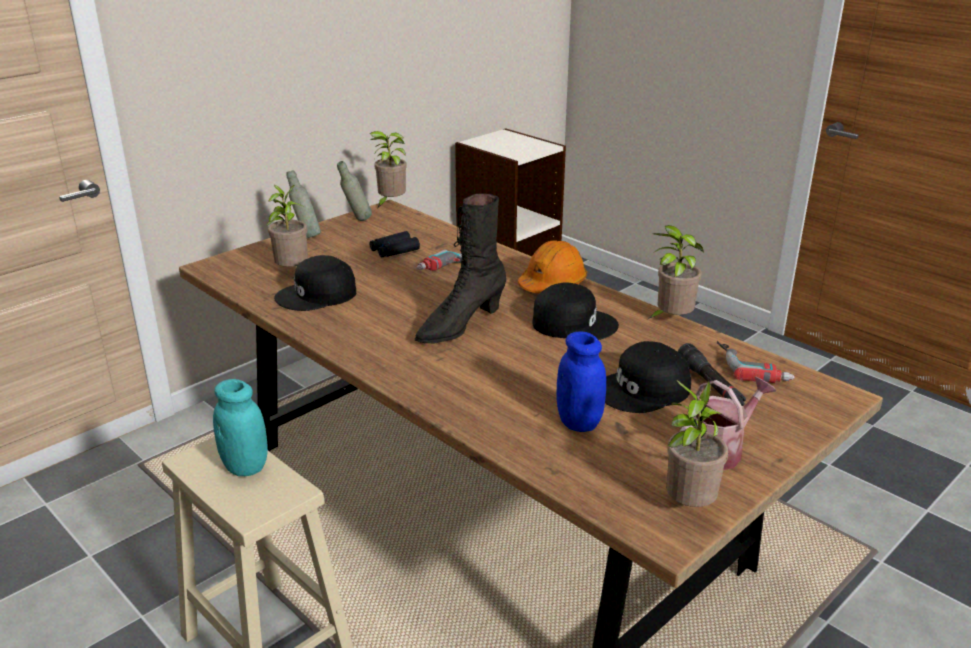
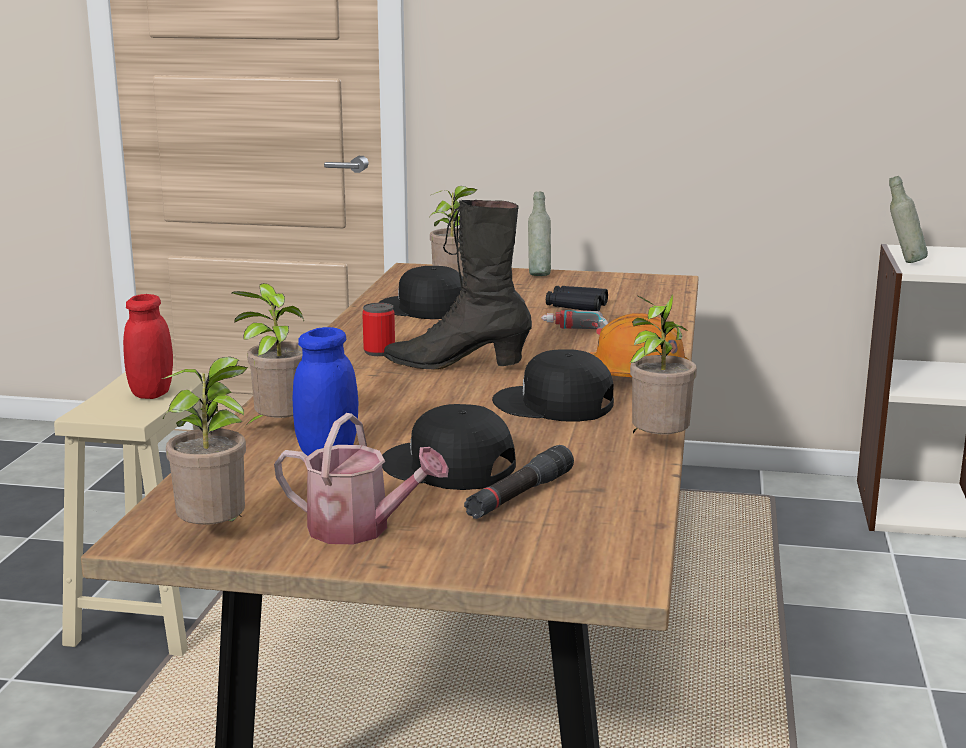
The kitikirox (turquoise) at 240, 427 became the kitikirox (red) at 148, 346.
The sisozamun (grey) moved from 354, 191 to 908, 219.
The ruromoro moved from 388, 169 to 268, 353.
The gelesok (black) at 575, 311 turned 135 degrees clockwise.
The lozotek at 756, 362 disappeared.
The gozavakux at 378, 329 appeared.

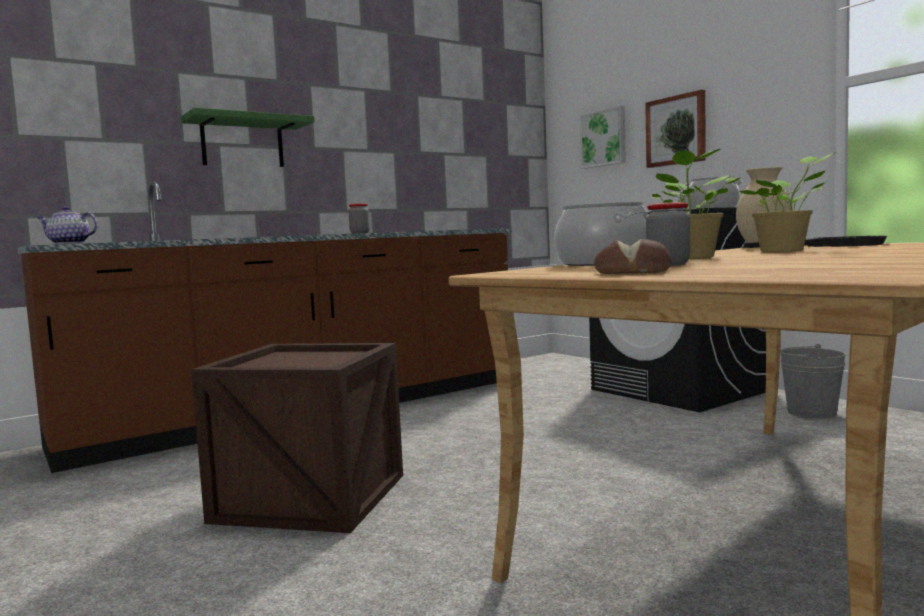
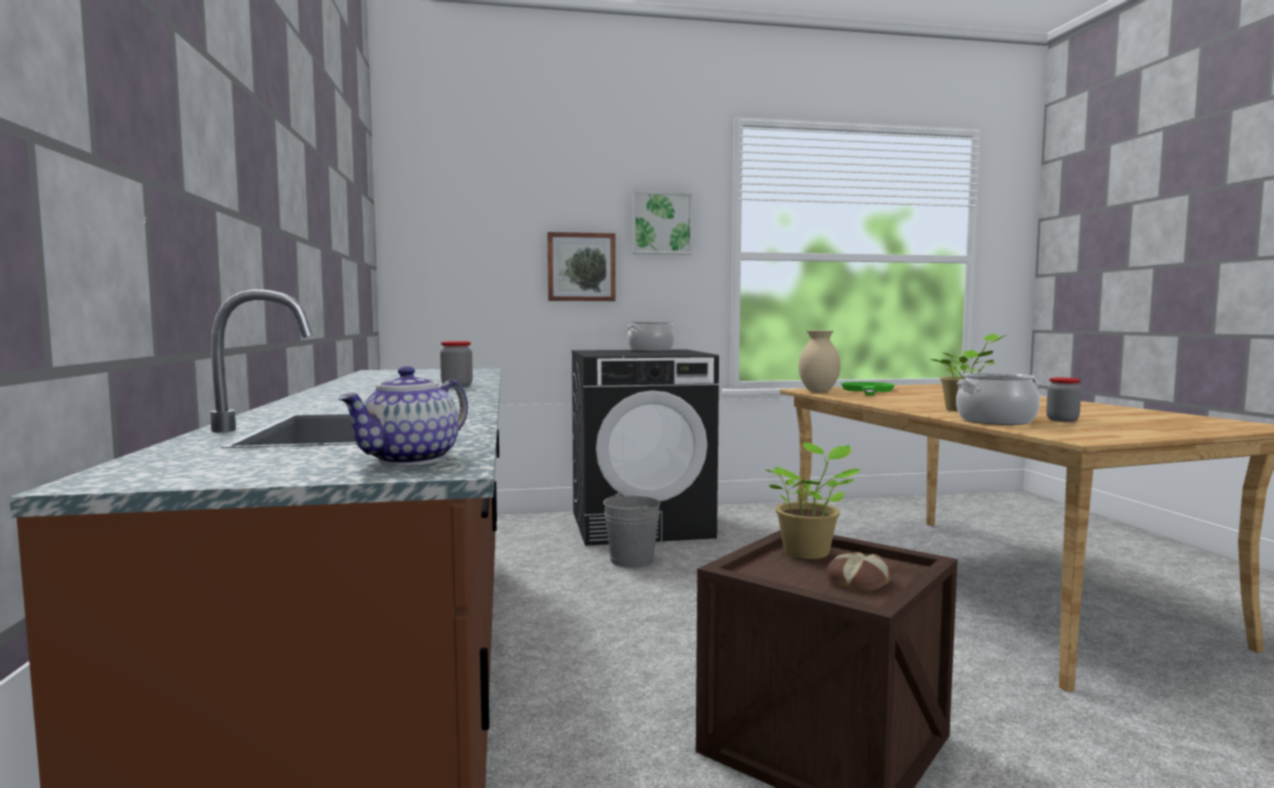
The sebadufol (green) at 248, 137 disappeared.
The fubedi moved from 603, 137 to 662, 223.
The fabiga moved from 632, 256 to 859, 572.
The ruromoro moved from 788, 202 to 813, 500.
The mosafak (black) at 815, 242 became the mosafak (green) at 868, 389.
The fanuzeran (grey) moved from 813, 381 to 631, 530.

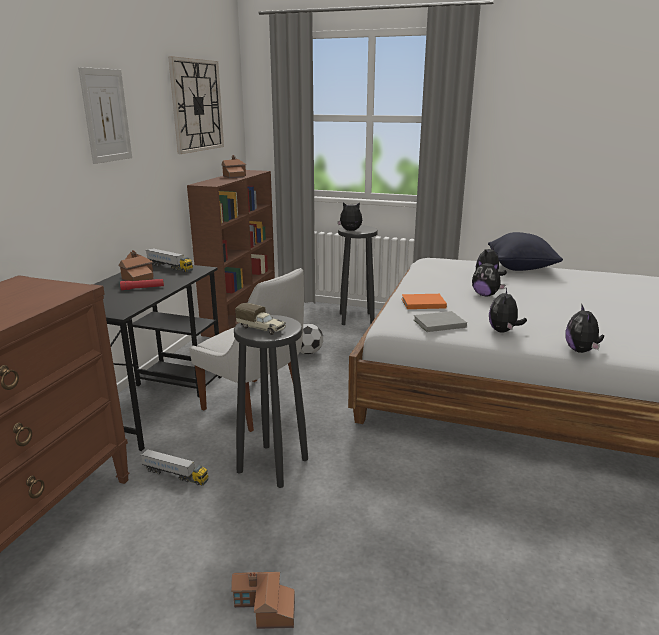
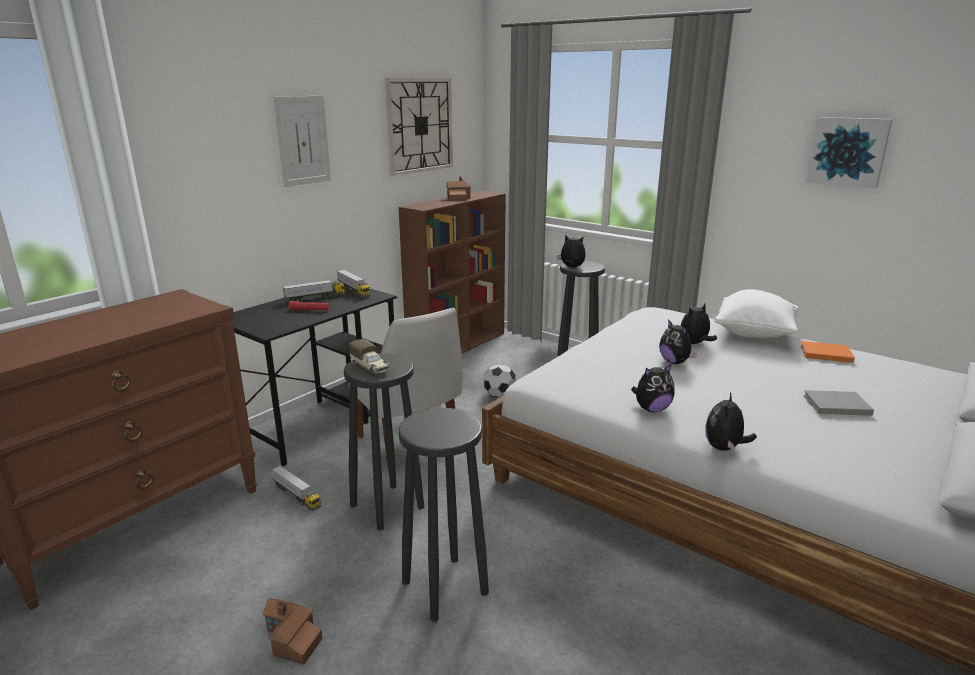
The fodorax at 136, 265 was replaced by the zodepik at 314, 291.
The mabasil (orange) moved from 424, 301 to 827, 352.
The mabasil (grey) moved from 440, 321 to 838, 403.
The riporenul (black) at 525, 251 became the riporenul (white) at 757, 313.
The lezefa at 508, 310 turned 150 degrees counterclockwise.
The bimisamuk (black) at 443, 515 appeared.
The fubedi at 849, 152 appeared.

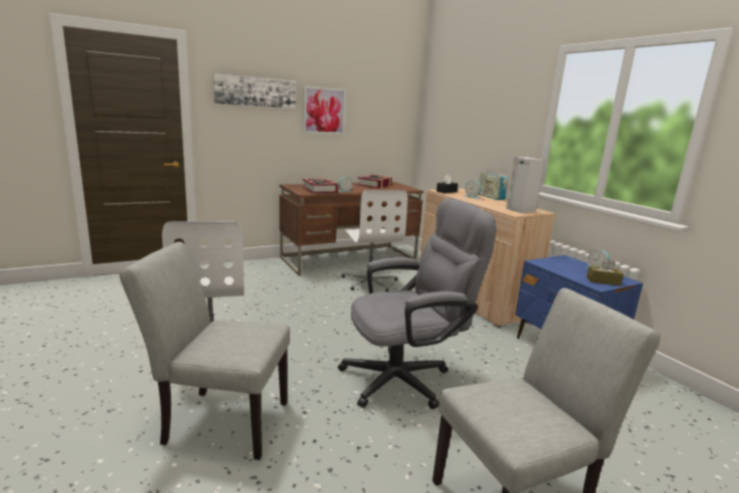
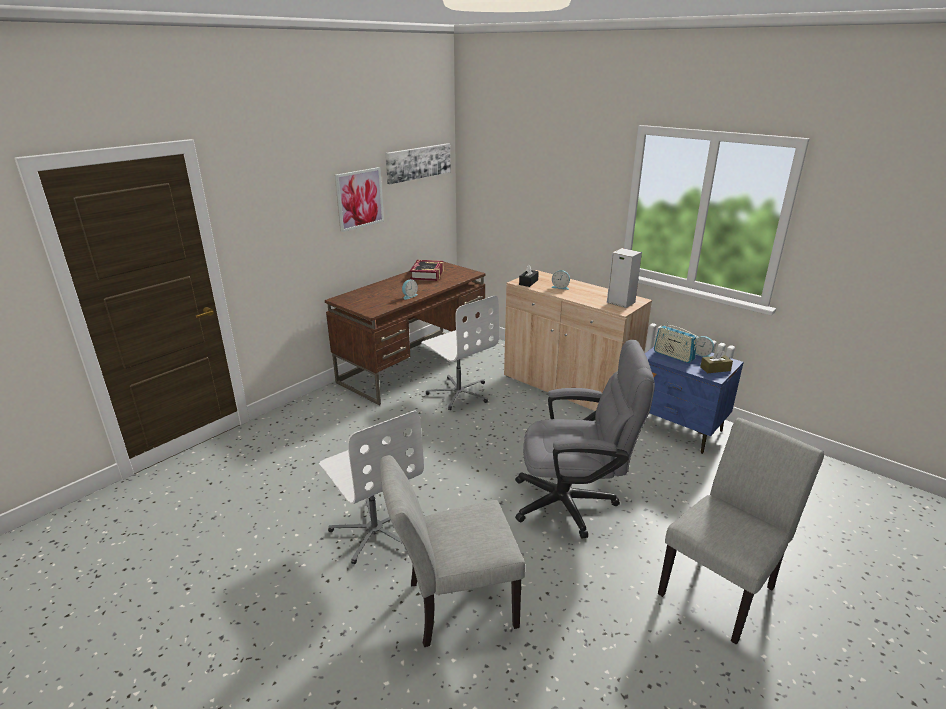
The fubedi moved from 254, 91 to 418, 163.
The mabasil at 320, 186 disappeared.
The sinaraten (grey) at 417, 303 turned 45 degrees clockwise.
The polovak moved from 493, 185 to 675, 342.

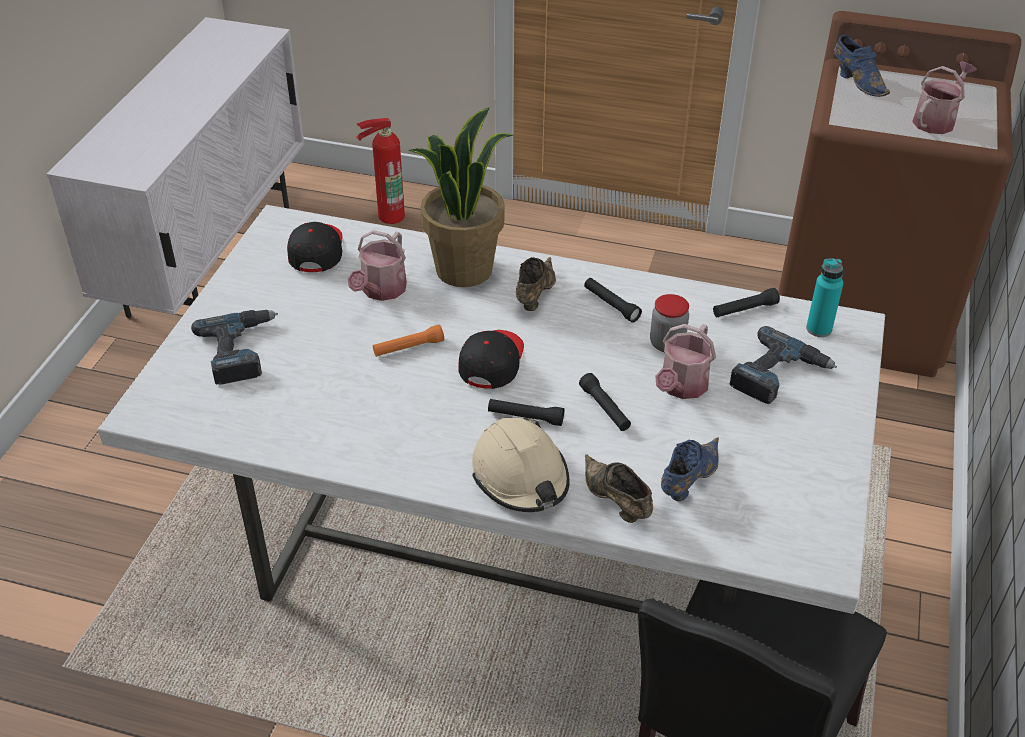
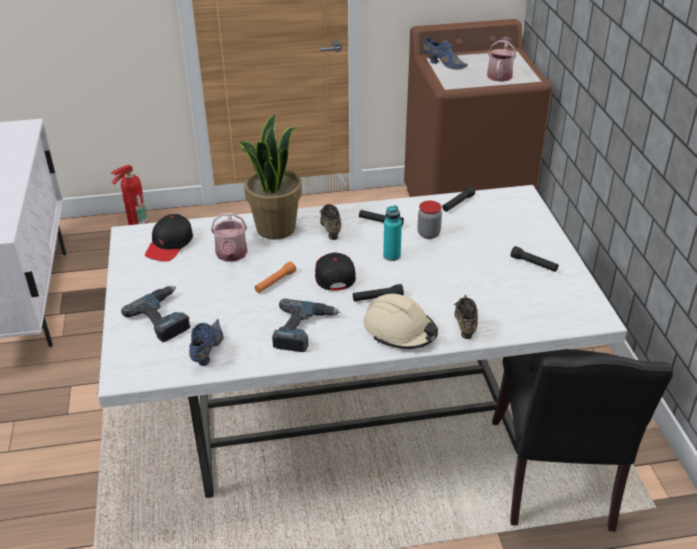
The gelesok (black) at 314, 247 turned 135 degrees counterclockwise.
The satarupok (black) moved from 605, 402 to 535, 259.
The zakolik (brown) at 619, 488 turned 60 degrees clockwise.
The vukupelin at 685, 361 disappeared.
The zakolik (blue) moved from 690, 469 to 206, 342.
The lozotek moved from 783, 365 to 306, 325.
The sisozamun (turquoise) moved from 824, 297 to 392, 233.

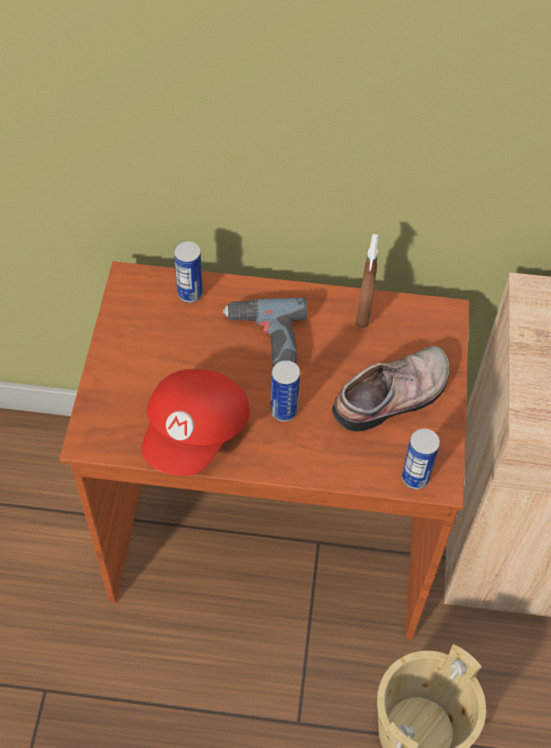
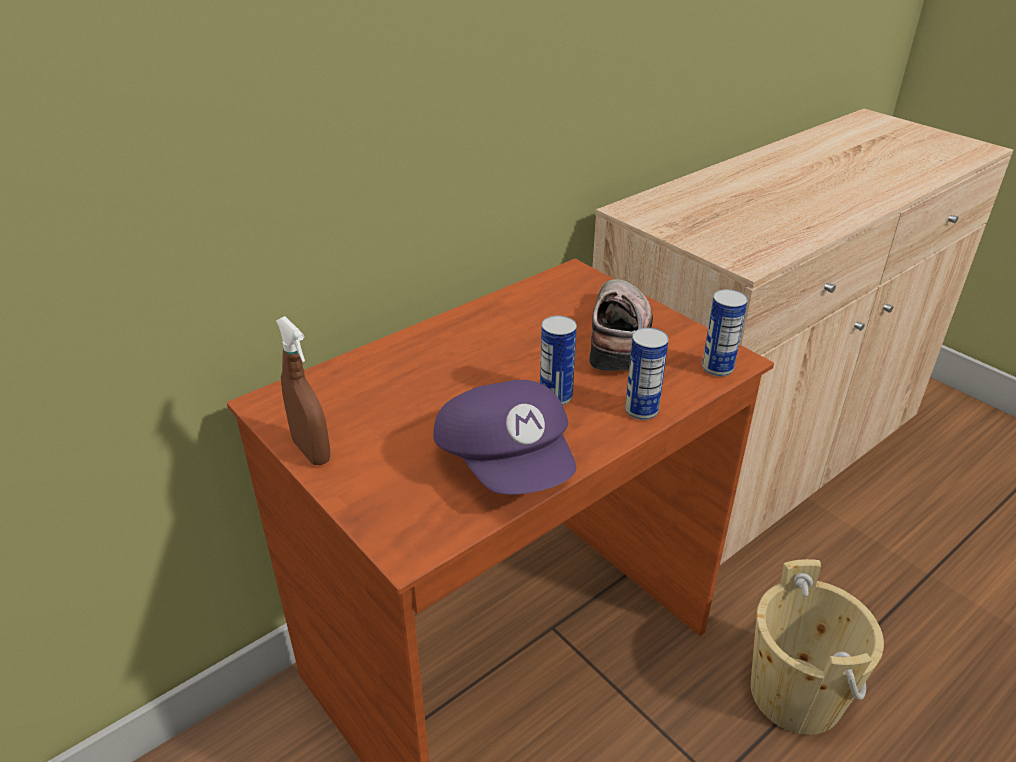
The gelesok (red) at 196, 422 became the gelesok (purple) at 504, 437.
The gozavakux moved from 188, 272 to 647, 374.
The lozotek at 265, 332 disappeared.
The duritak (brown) moved from 367, 281 to 303, 390.

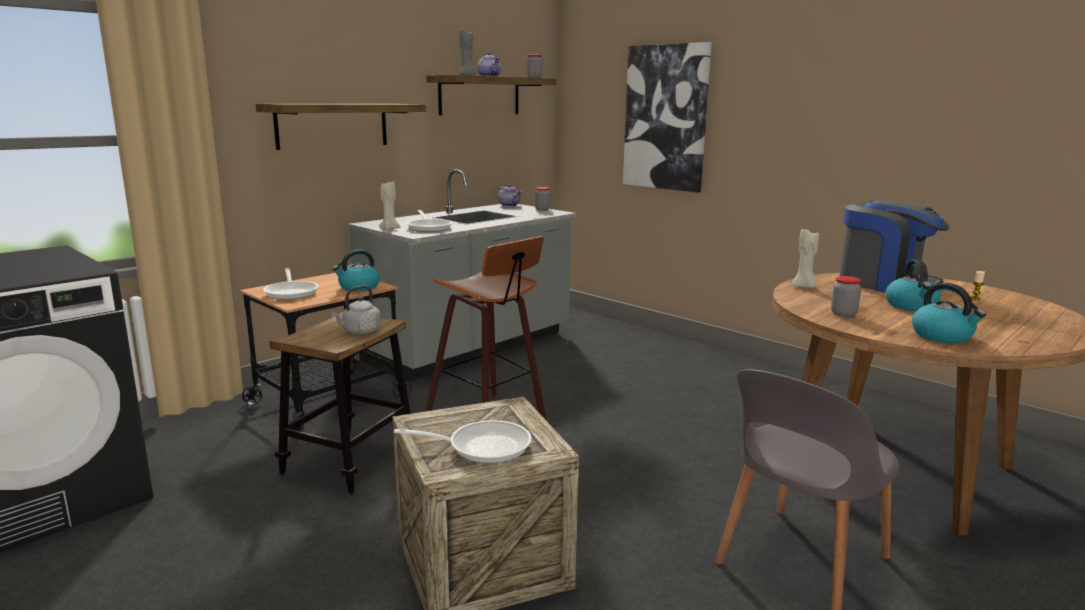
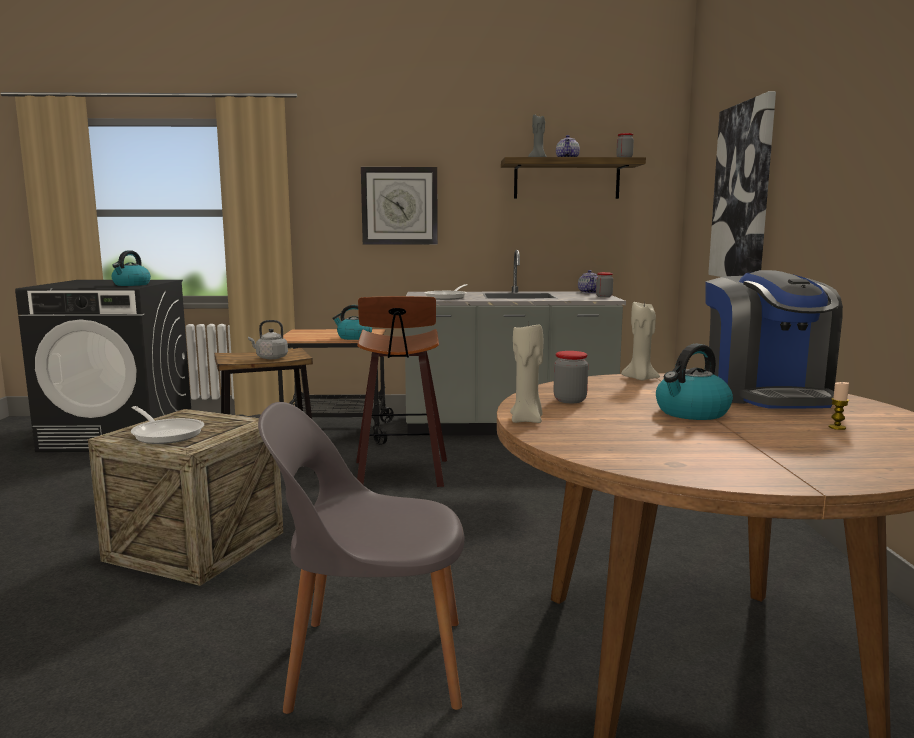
The sebadufol at 341, 127 was replaced by the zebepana at 399, 206.
The mosafak at 291, 284 disappeared.
The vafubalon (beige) moved from 389, 205 to 526, 372.
The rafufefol moved from 949, 313 to 131, 268.

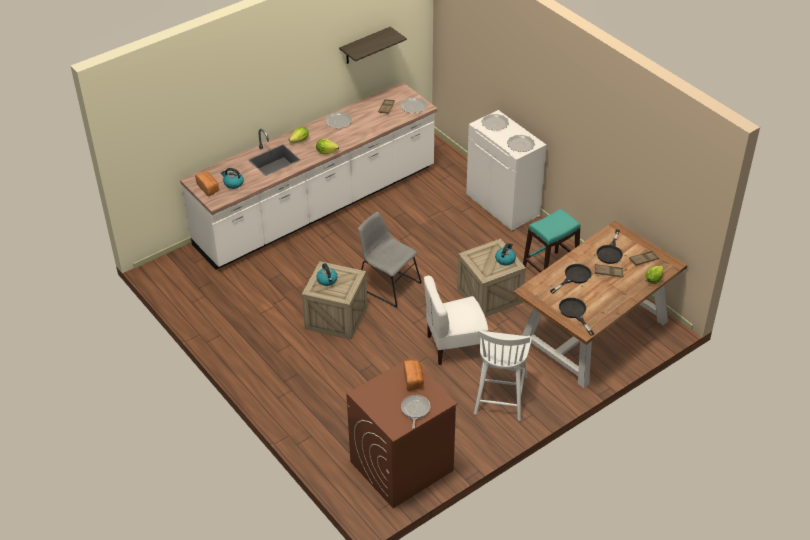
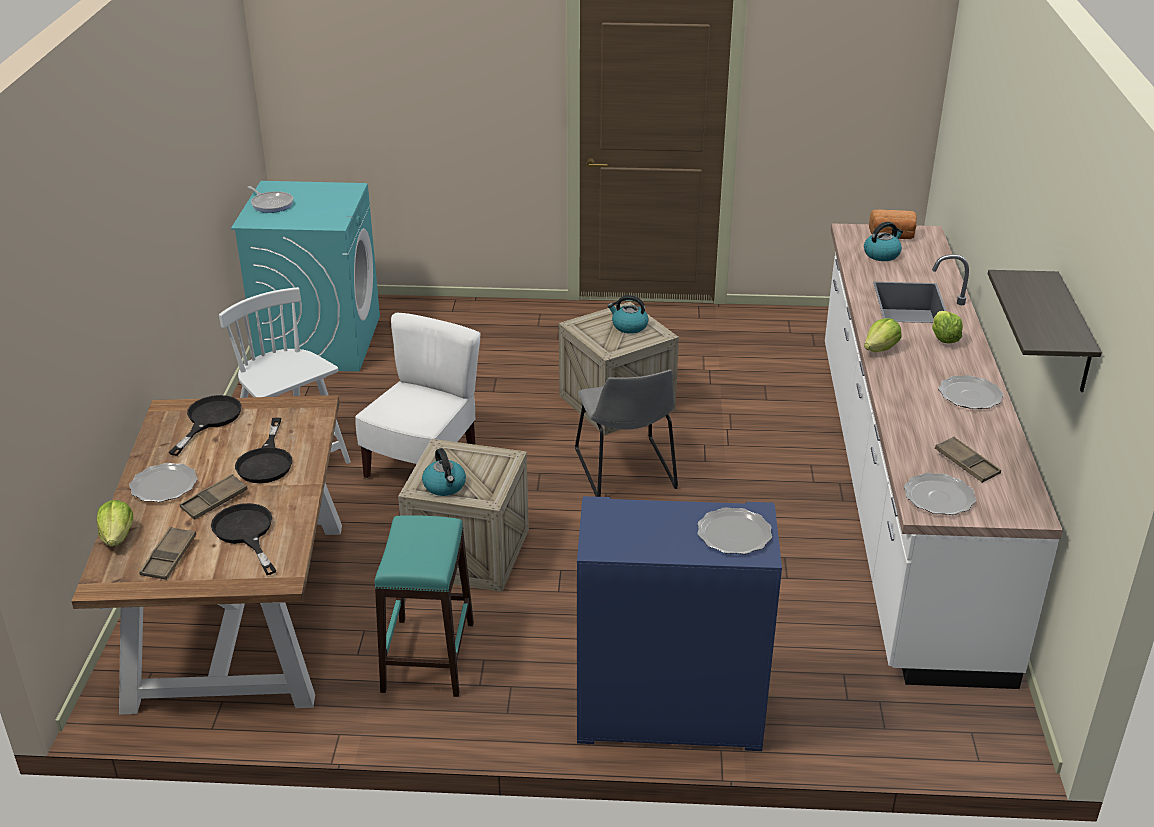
The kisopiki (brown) at 402, 433 became the kisopiki (turquoise) at 305, 276.
The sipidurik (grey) at 390, 260 turned 90 degrees clockwise.
The fabiga at 414, 375 disappeared.
The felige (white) at 506, 171 became the felige (blue) at 679, 623.
The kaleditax moved from 521, 143 to 163, 482.
The mosafak (black) at 577, 317 turned 90 degrees counterclockwise.

